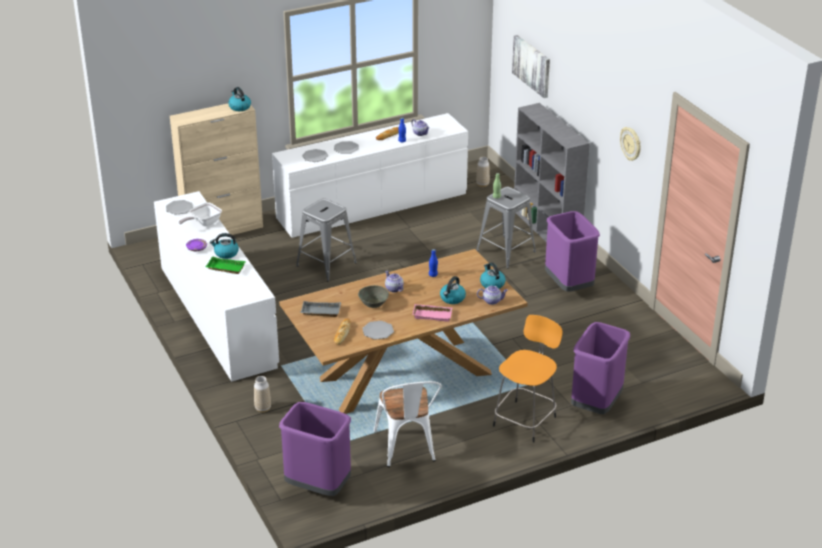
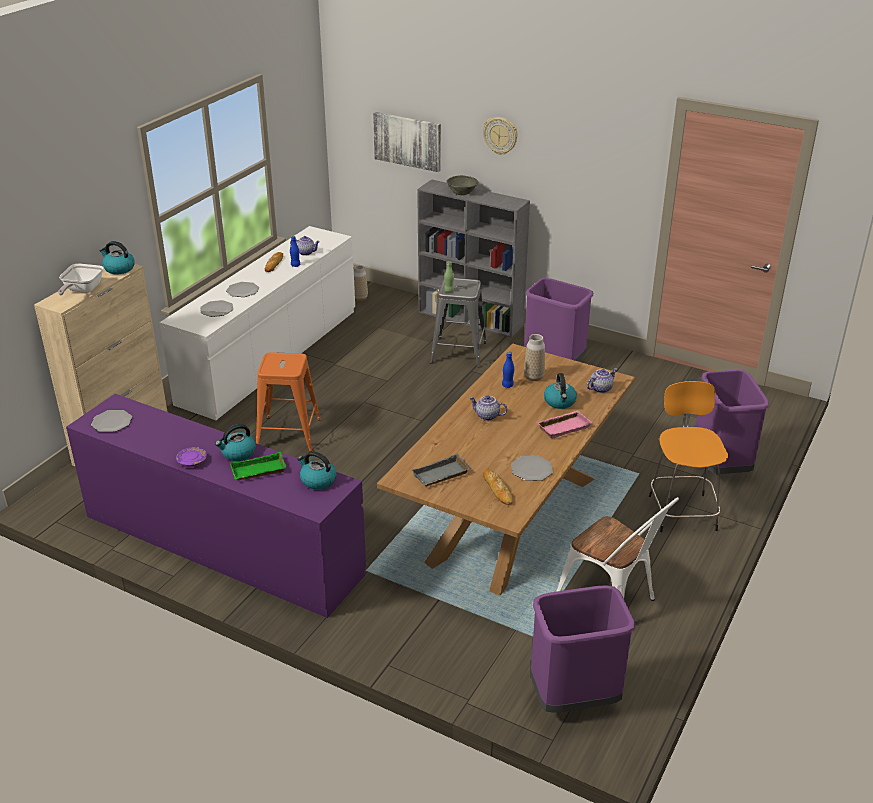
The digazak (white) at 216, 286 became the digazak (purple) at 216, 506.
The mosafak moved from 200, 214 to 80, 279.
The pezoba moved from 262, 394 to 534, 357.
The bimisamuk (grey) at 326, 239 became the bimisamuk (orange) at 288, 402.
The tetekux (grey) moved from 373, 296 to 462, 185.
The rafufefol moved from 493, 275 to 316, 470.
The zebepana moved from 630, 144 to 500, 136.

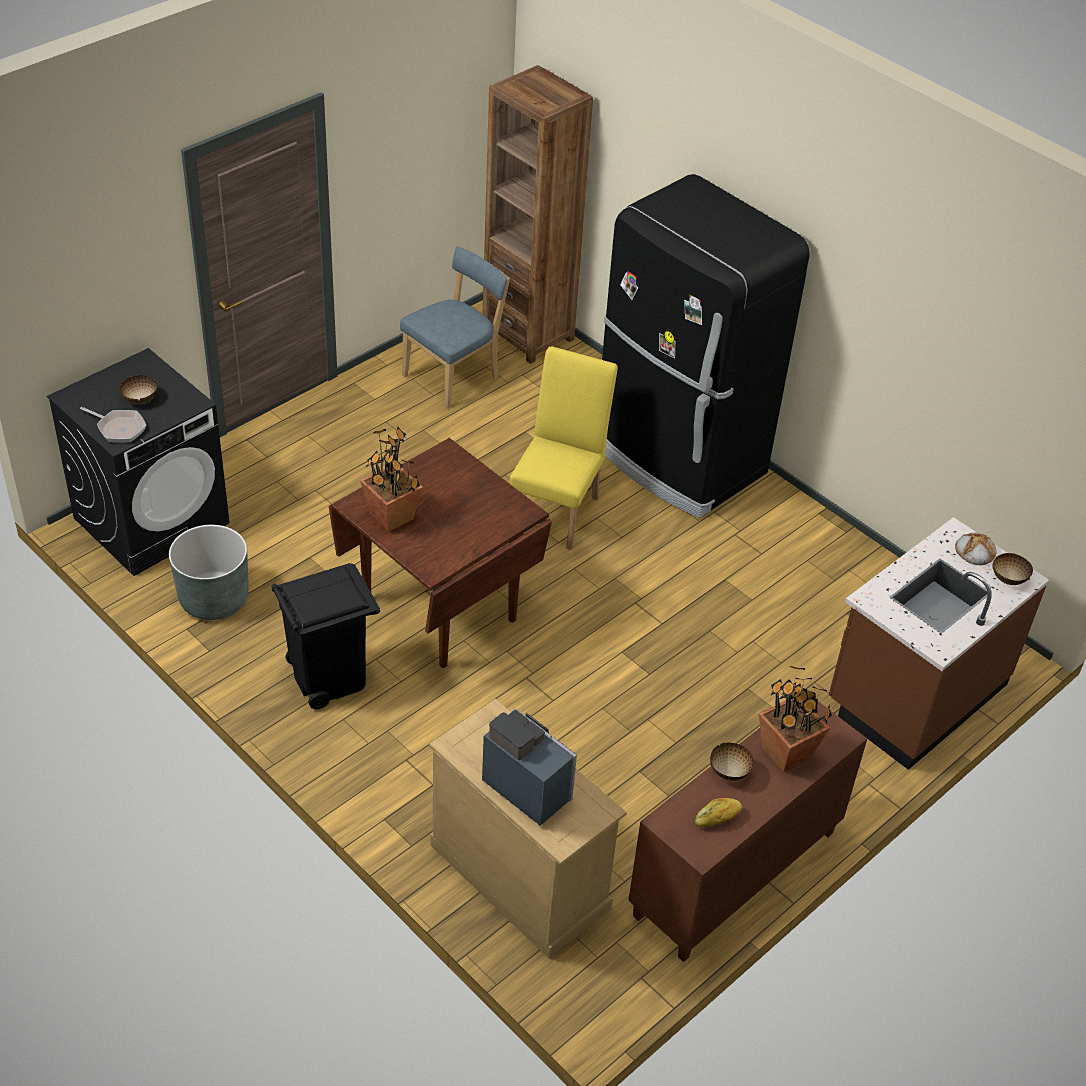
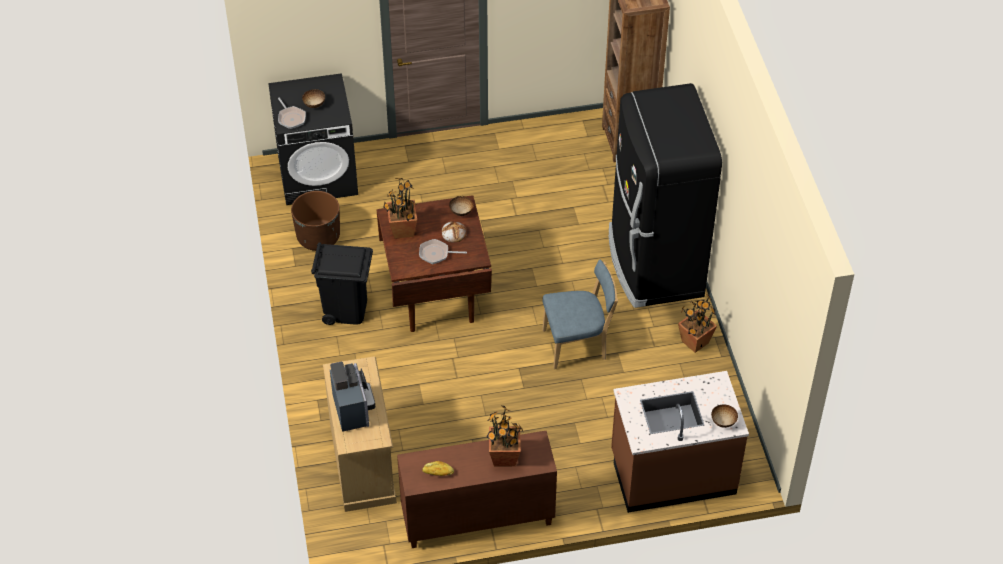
The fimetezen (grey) at 209, 572 became the fimetezen (brown) at 315, 221.
The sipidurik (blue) moved from 455, 327 to 580, 314.
The sipidurik (yellow) at 563, 448 disappeared.
The tetekux moved from 732, 761 to 461, 206.
The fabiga moved from 976, 549 to 454, 231.
The mosafak at 443, 251 appeared.
The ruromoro at 697, 323 appeared.

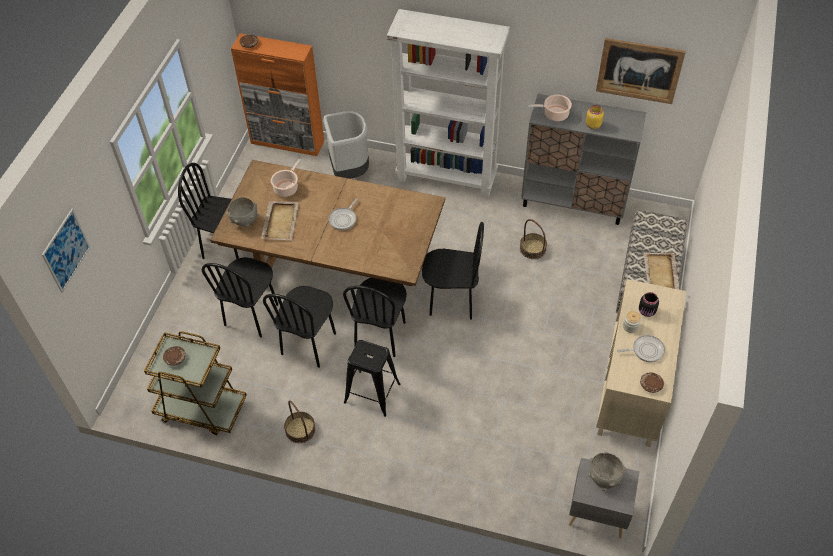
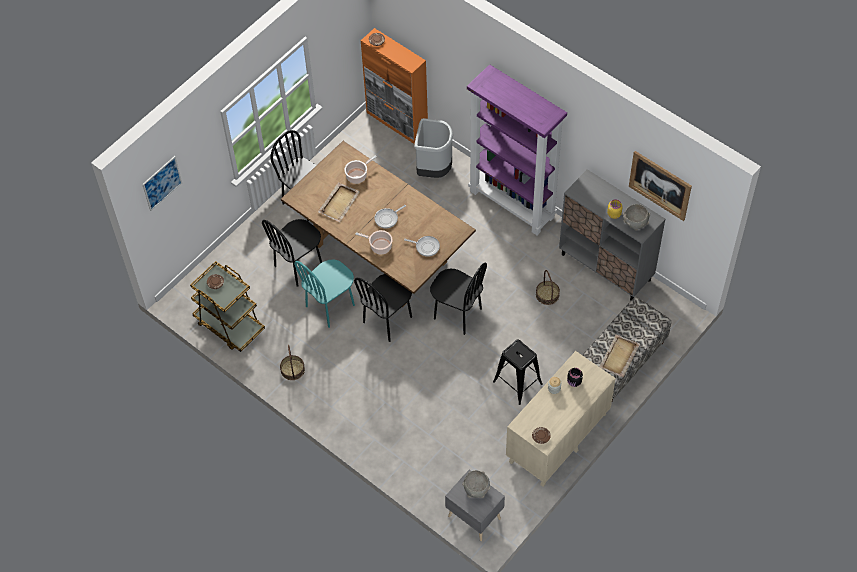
The tetekux (grey) moved from 242, 212 to 636, 217.
The sipidurik (black) at 299, 327 became the sipidurik (turquoise) at 324, 293.
The bimisamuk (black) moved from 372, 378 to 518, 372.
The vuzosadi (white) at 448, 103 became the vuzosadi (purple) at 517, 149.
The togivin moved from 550, 108 to 373, 242.
The mosafak moved from 641, 348 to 422, 246.

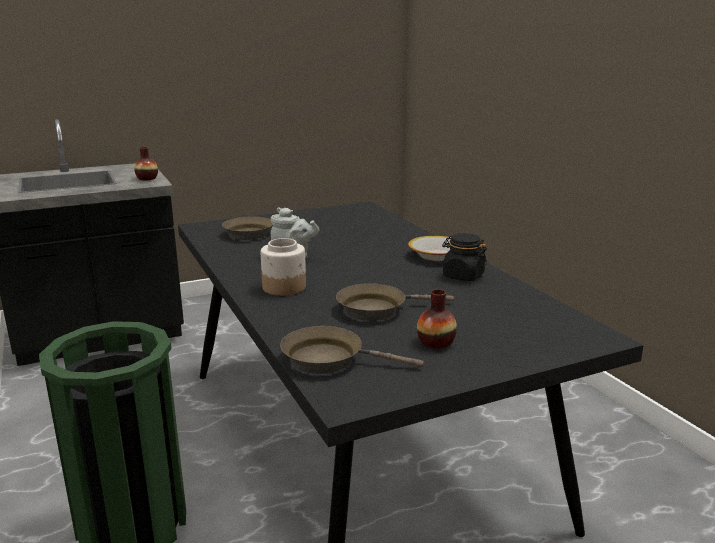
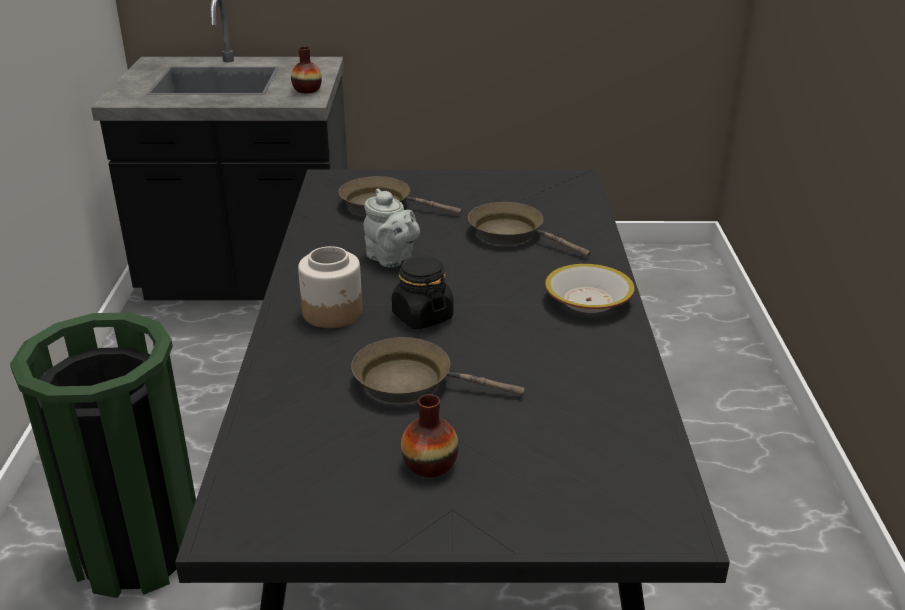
The mosafak (brown) moved from 352, 350 to 529, 229.
The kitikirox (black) moved from 464, 257 to 423, 292.

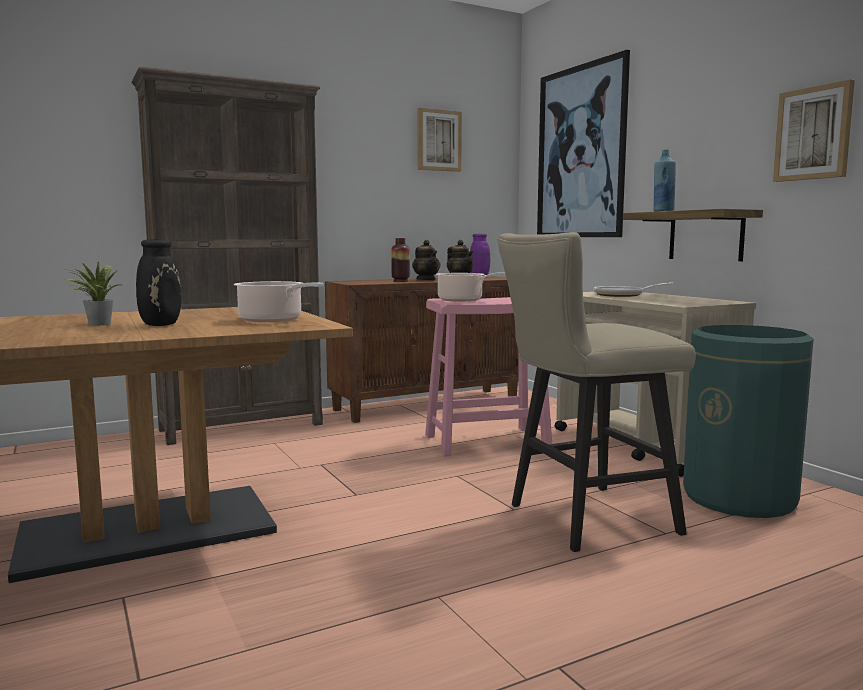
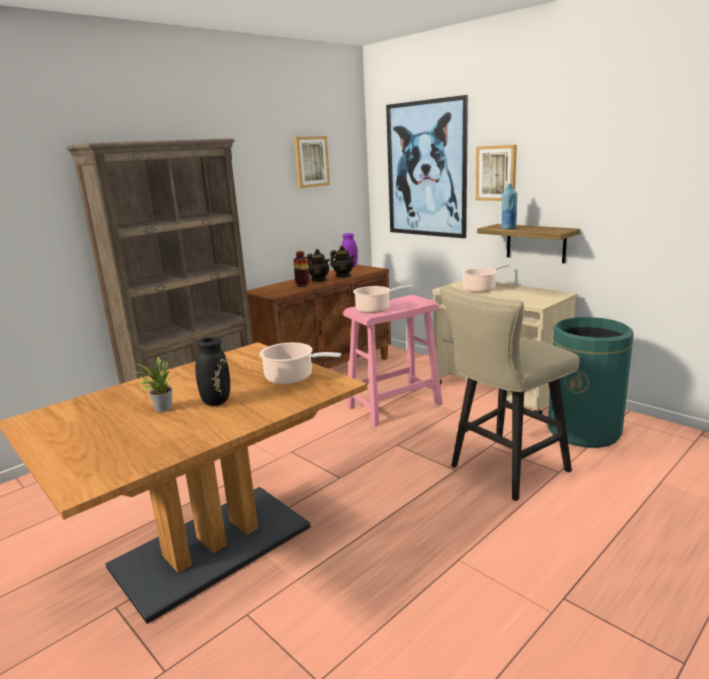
The mosafak at 633, 289 was replaced by the togivin at 485, 278.
The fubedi moved from 814, 130 to 496, 173.

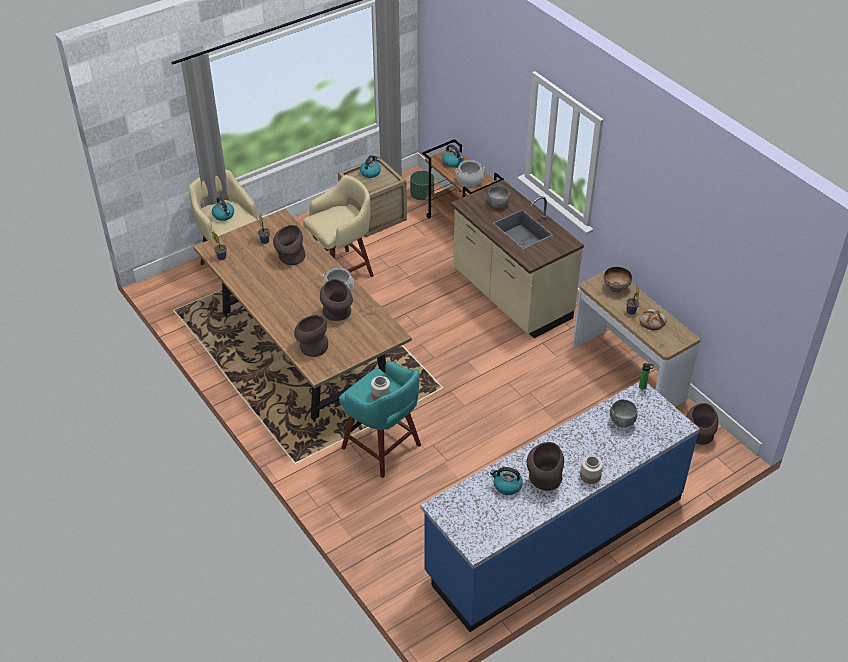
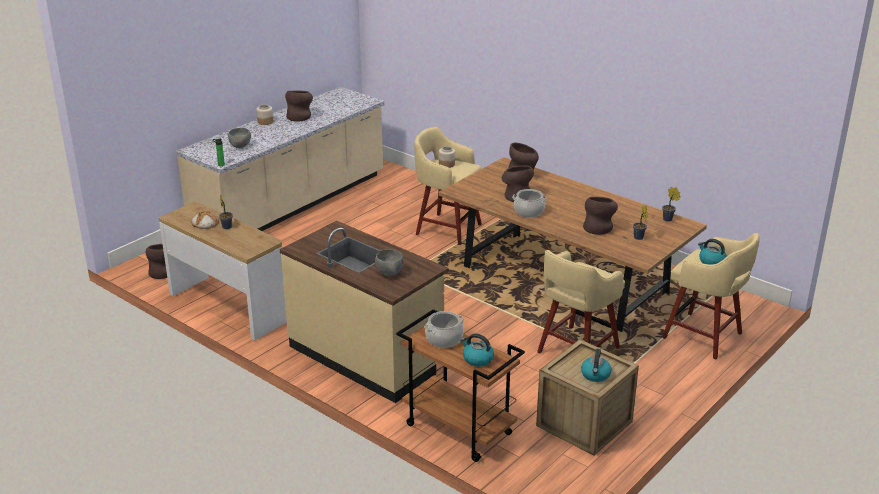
The bimisamuk (turquoise) at 380, 419 became the bimisamuk (beige) at 448, 186.
The fimetezen (green) at 422, 185 disappeared.
The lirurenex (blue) at 560, 506 became the lirurenex (beige) at 280, 159.
The rafufefol at 506, 481 disappeared.
The tetekux at 618, 280 disappeared.

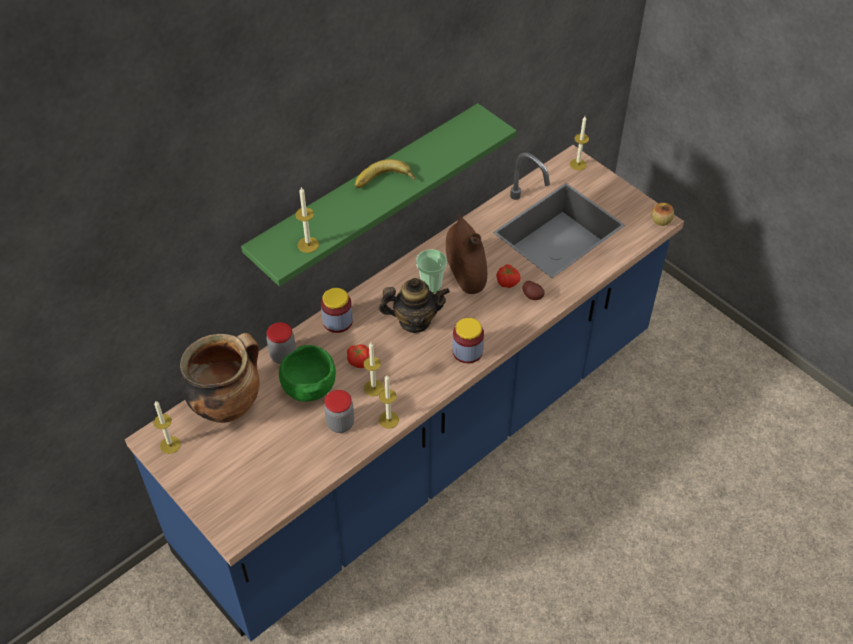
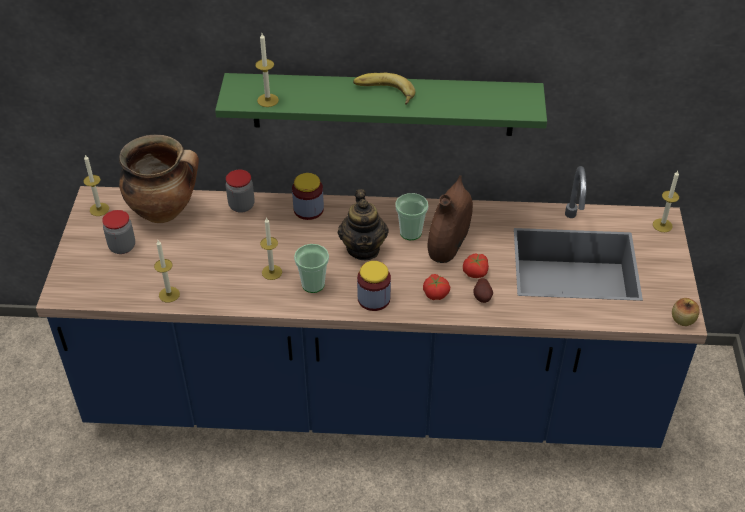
The tetekux (green) at 307, 373 disappeared.
The kitikirox moved from 339, 411 to 118, 232.
The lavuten moved from 358, 356 to 436, 287.
The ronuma at 414, 305 turned 45 degrees clockwise.
The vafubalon moved from 389, 402 to 167, 271.
The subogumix at 311, 268 appeared.

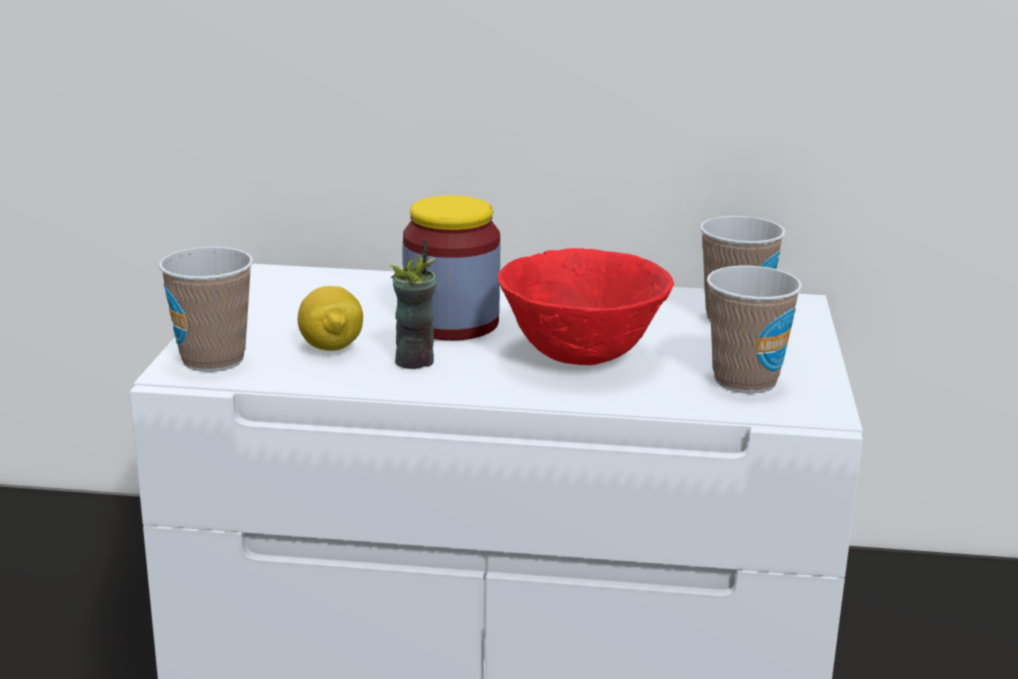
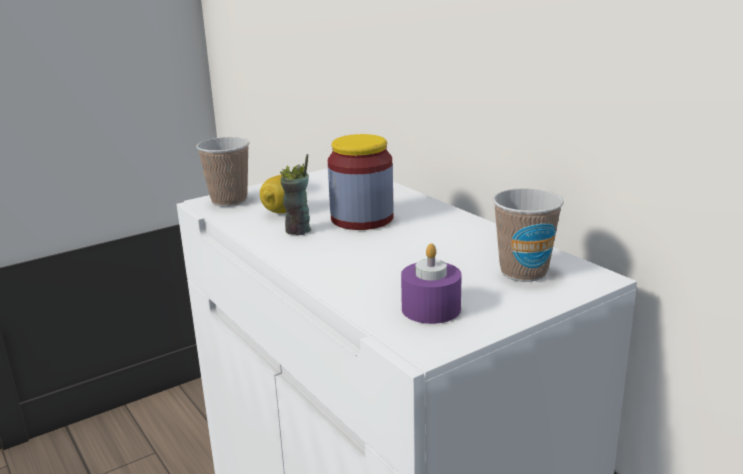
The tetekux (red) at 586, 306 disappeared.
The subogumix at 754, 329 was replaced by the vafubalon (purple) at 431, 283.

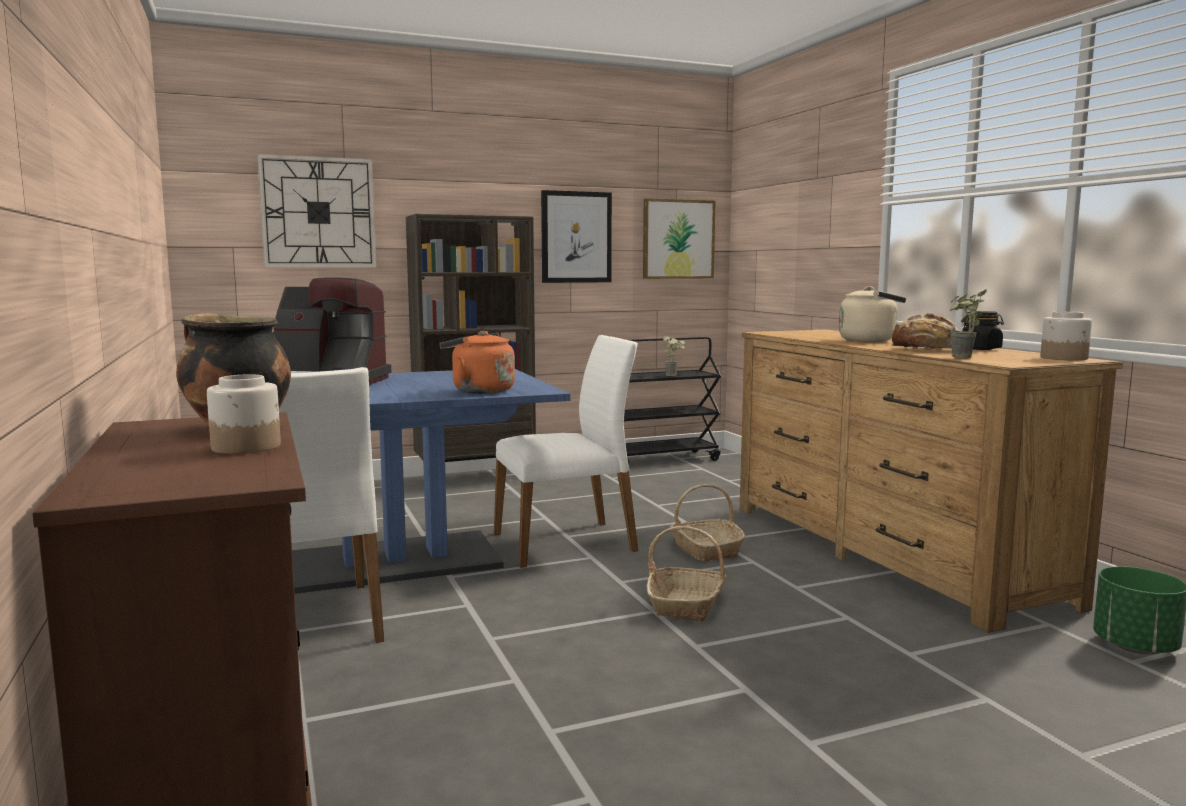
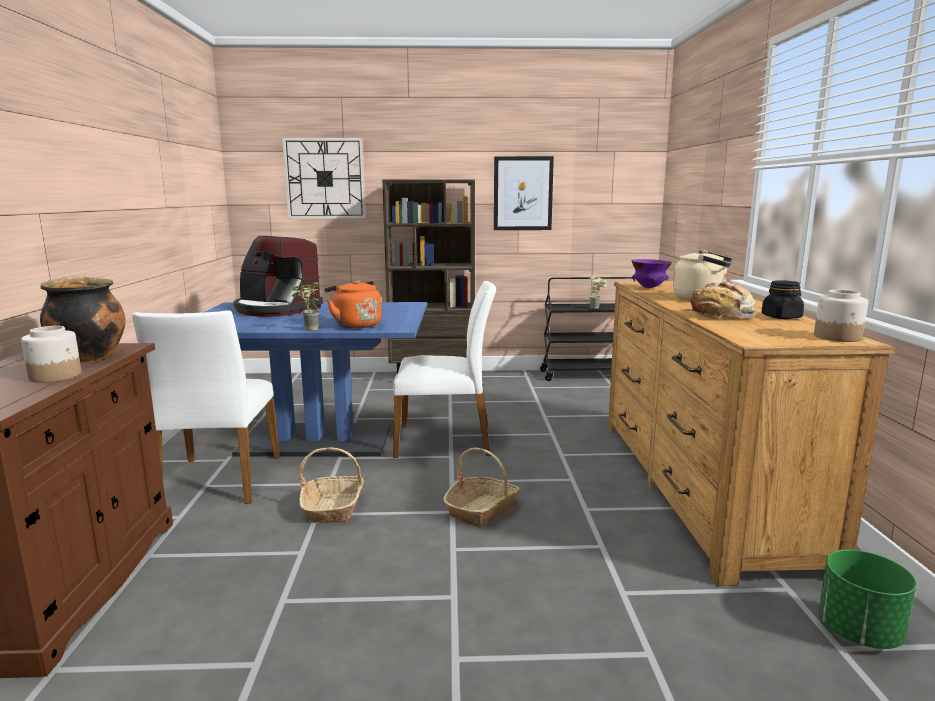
The fubedi at 679, 238 disappeared.
The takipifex moved from 707, 523 to 331, 485.
The ruromoro moved from 968, 324 to 306, 306.
The tetekux (purple) at 652, 273 appeared.

